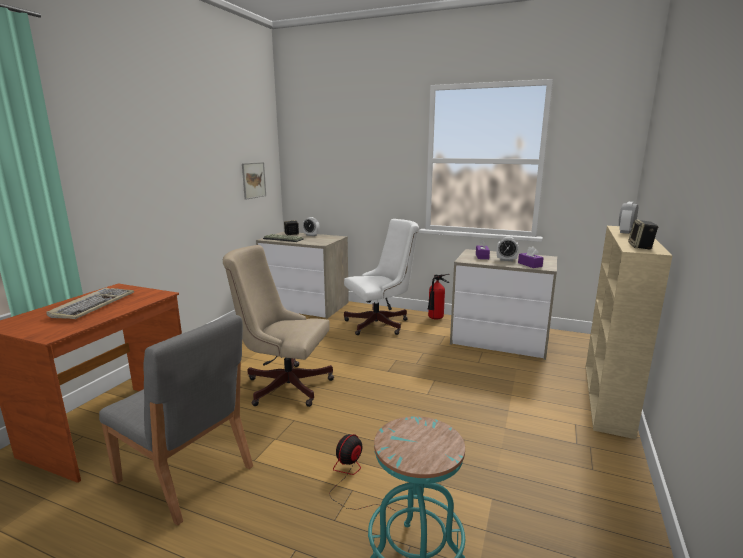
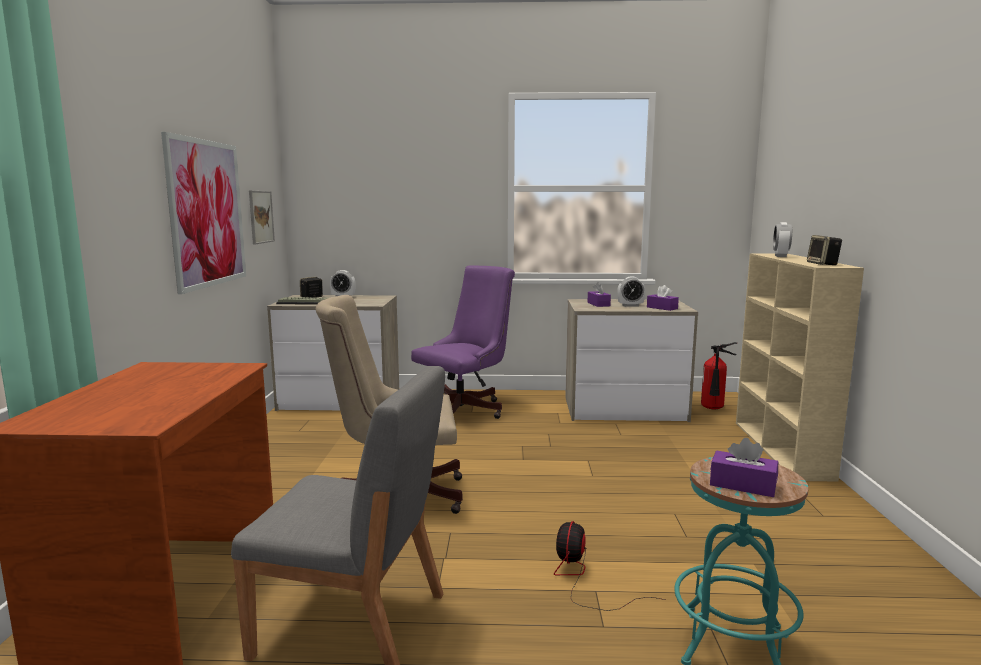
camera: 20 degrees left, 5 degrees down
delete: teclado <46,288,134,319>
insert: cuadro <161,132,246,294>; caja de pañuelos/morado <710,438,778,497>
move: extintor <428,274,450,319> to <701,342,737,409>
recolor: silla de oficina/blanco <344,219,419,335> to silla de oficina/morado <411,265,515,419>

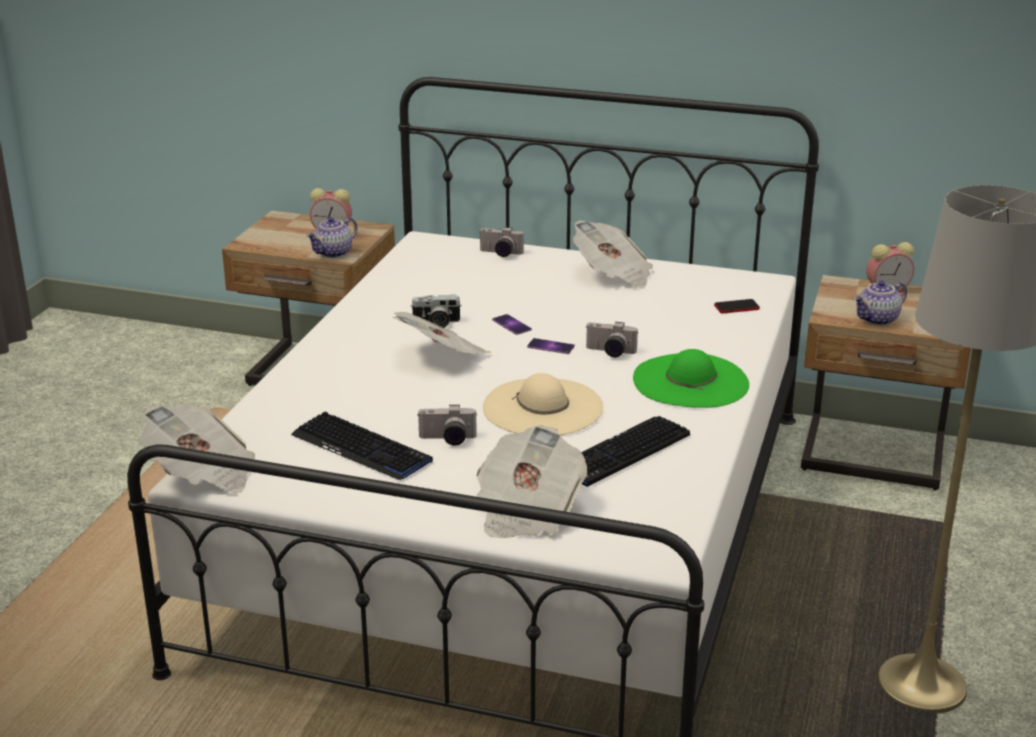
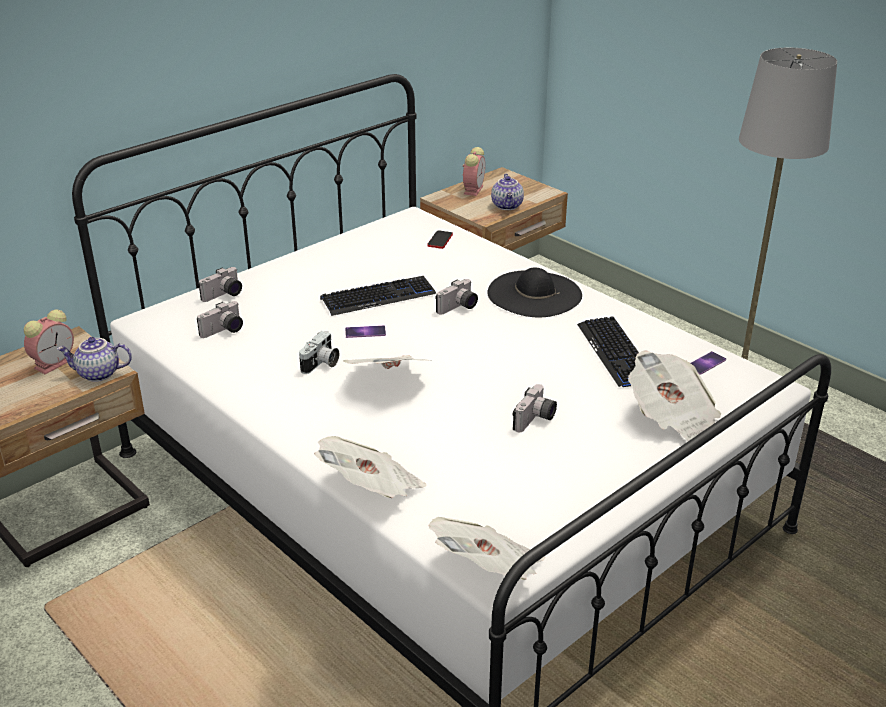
camera: 60 degrees left, 5 degrees up
delete: sombrero/beis <483,373,603,435>
insert: cámara <197,301,243,338>
move: periódico <573,220,653,288> to <314,436,426,498>; móvil <527,338,575,354> to <691,351,726,374>; teclado <291,412,433,480> to <320,276,437,316>
recolor: sombrero/verde <633,349,749,408> to sombrero/negro <487,267,582,317>
rotate: tetera <306,217,357,258> = <57,337,132,382> 105 degrees clockwise

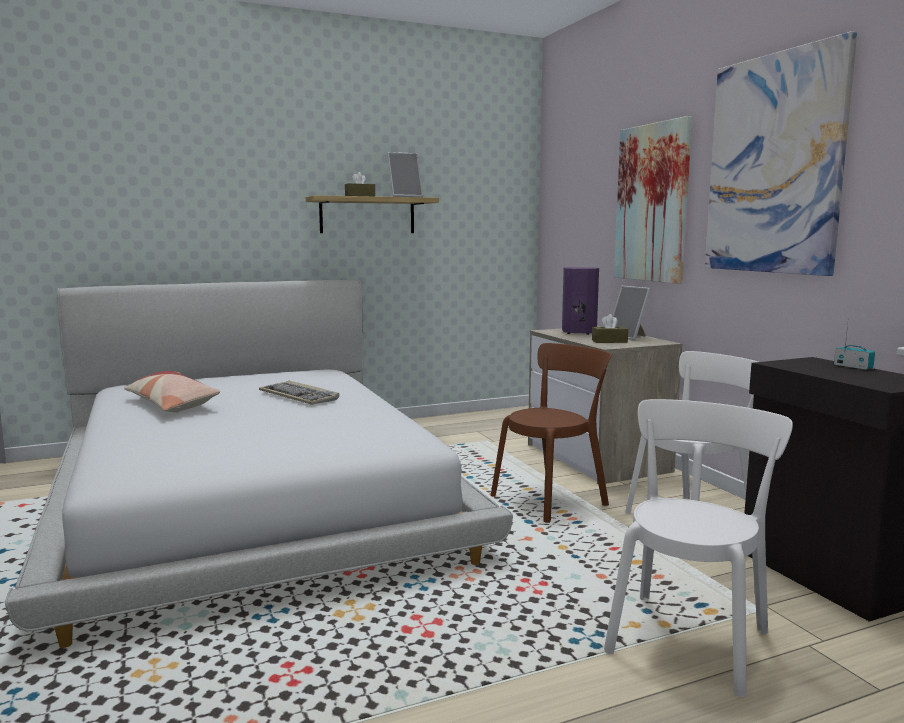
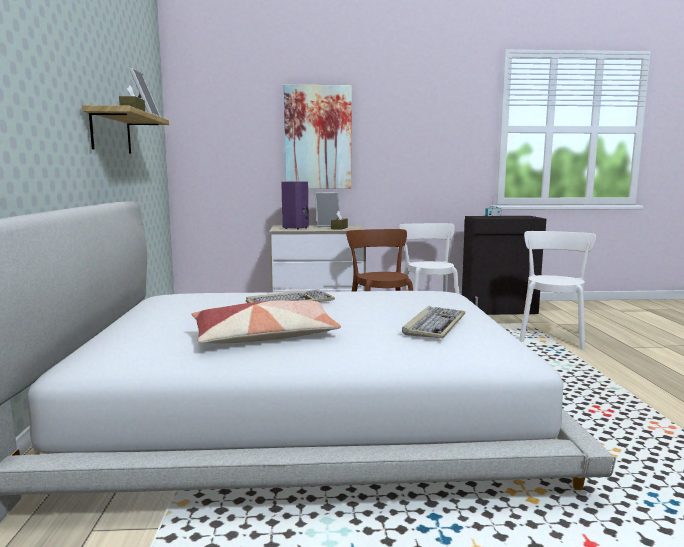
camera: 70 degrees left, 0 degrees up
delete: cuadro <705,31,857,276>
insert: teclado <402,306,465,339>
rotate: silla/blanco <604,399,793,697> = <519,231,596,349> 60 degrees clockwise

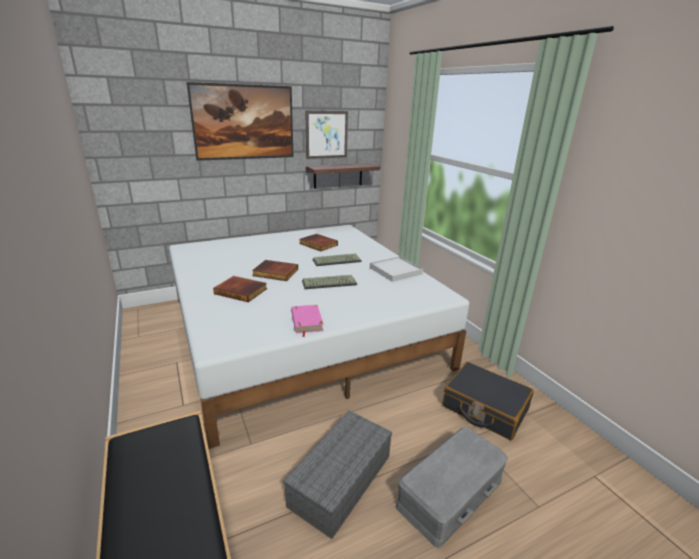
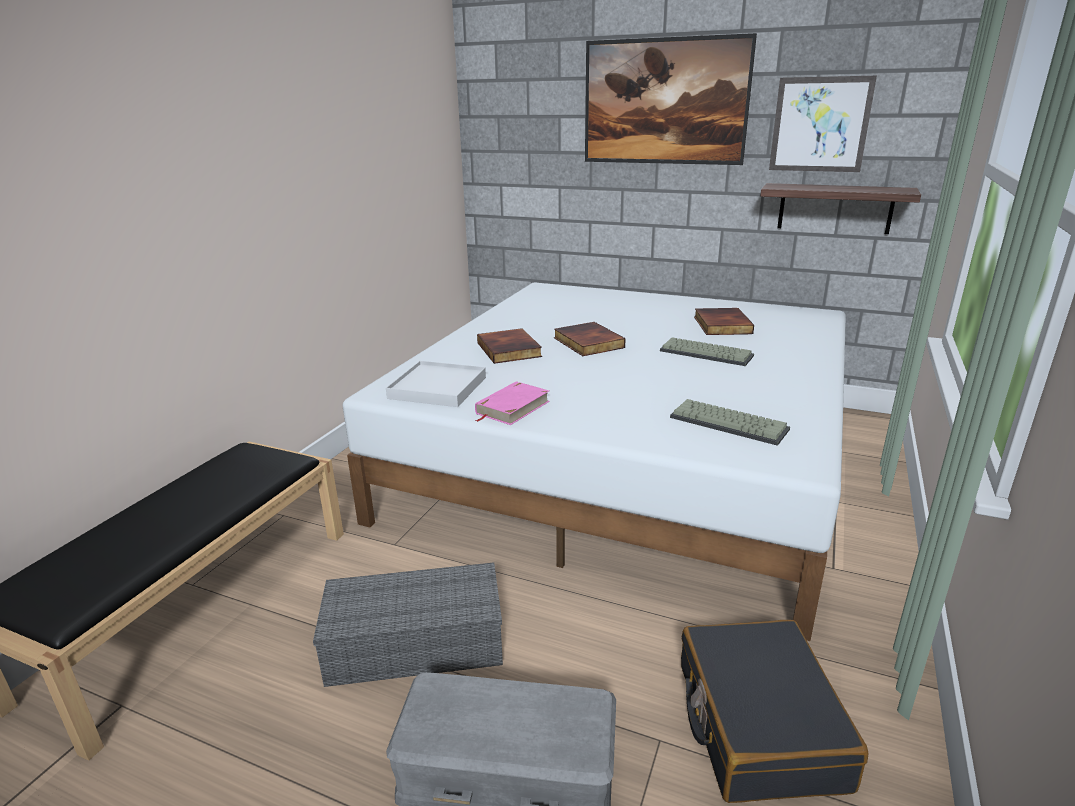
camera: 50 degrees right, 0 degrees up
move: bandeja/blanco <370,256,423,282> to <386,361,486,407>; teclado <302,275,357,289> to <670,399,790,446>

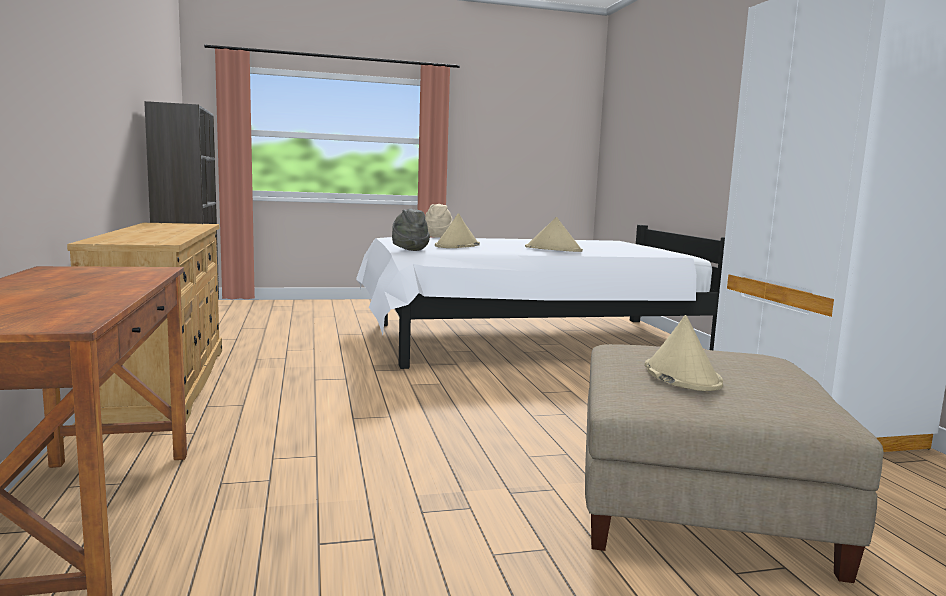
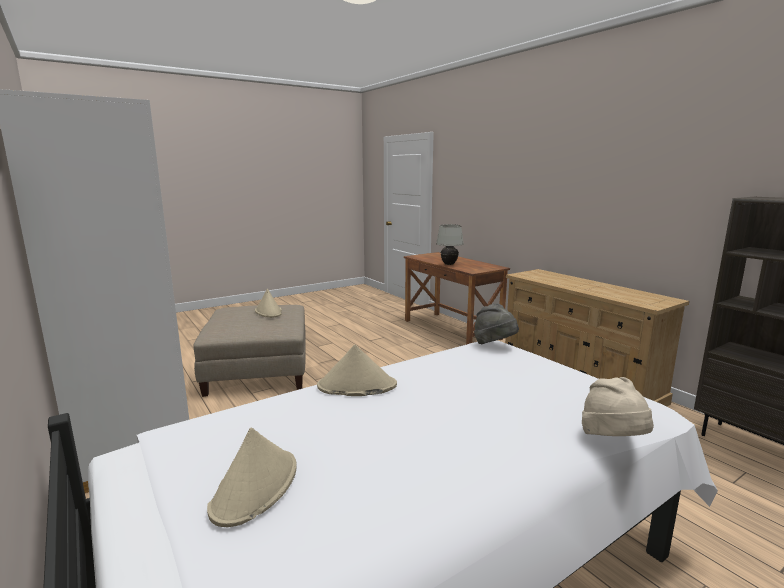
camera: 160 degrees right, 5 degrees up
insert: lámpara de mesa/blanco <436,224,464,265>
move: sombrero/beis <435,213,480,248> to <207,428,297,527>

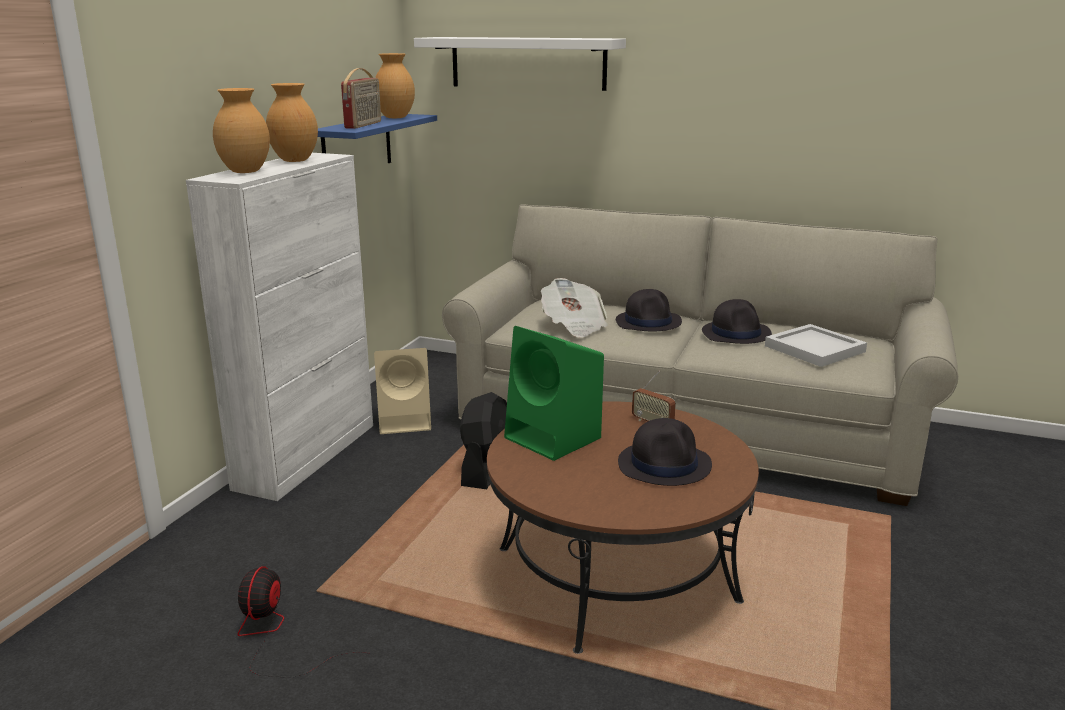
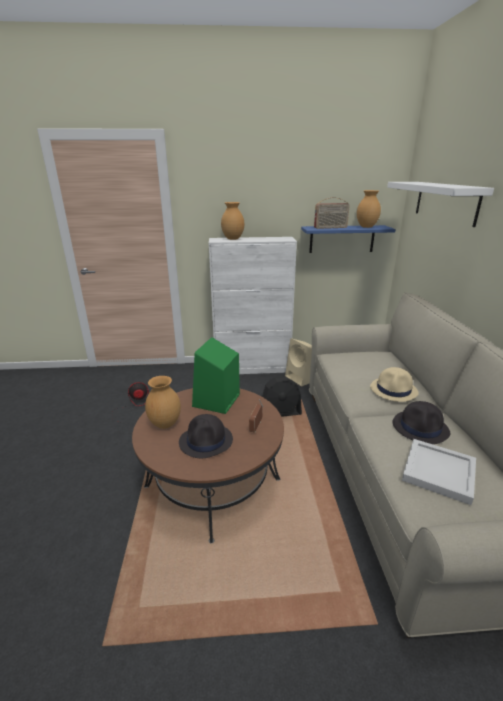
camera: 65 degrees right, 5 degrees up
delete: periódico <541,278,608,338>
move: florero/marrón <266,83,318,162> to <145,376,181,429>
recolor: sombrero/negro <616,289,682,331> to sombrero/beis <370,367,419,402>

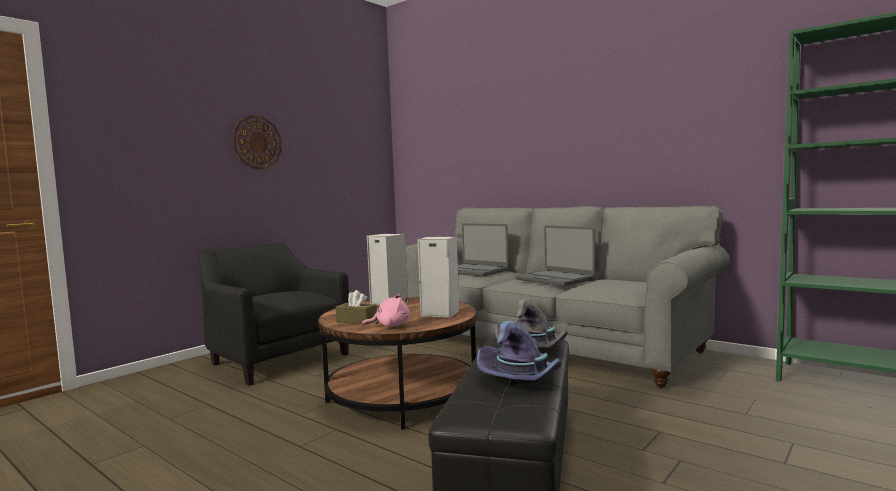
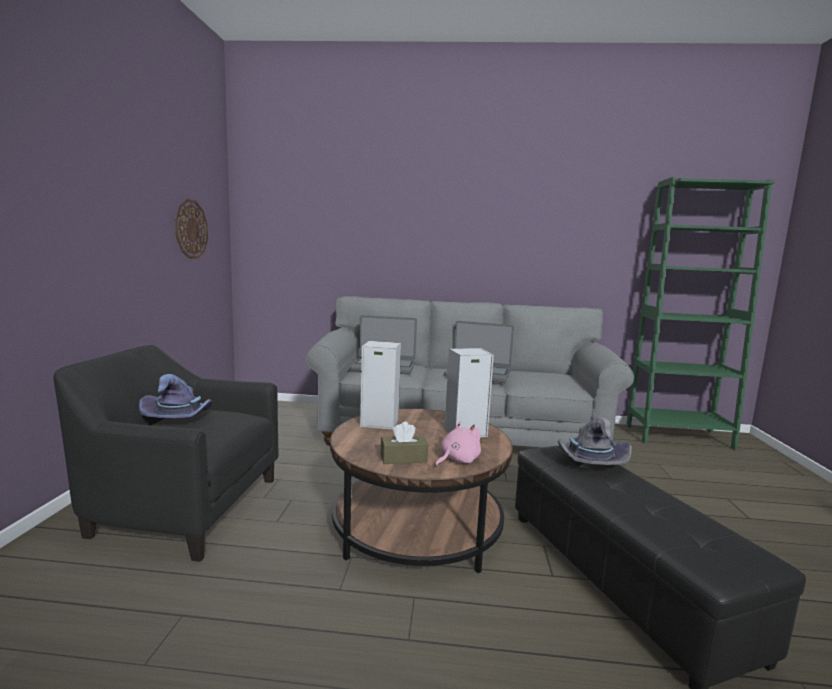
camera: 35 degrees left, 5 degrees up
move: reloj de pared <233,115,282,169> to <175,199,208,259>; sombrero/morado <477,321,562,380> to <139,374,212,418>

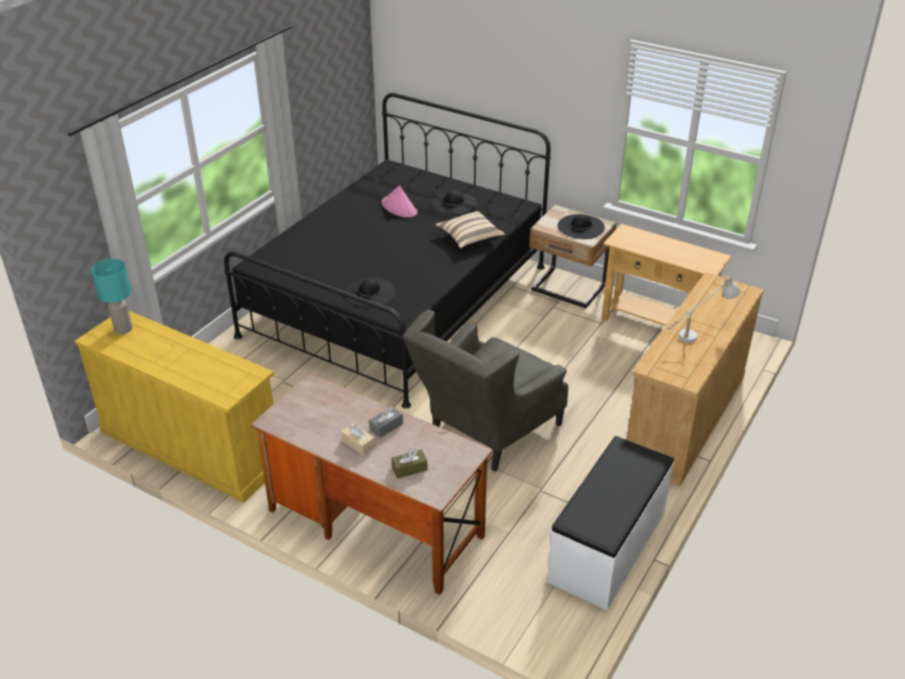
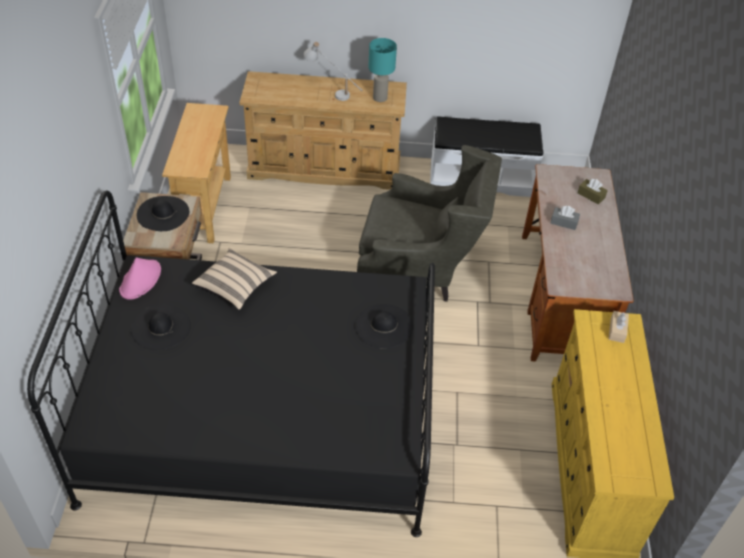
camera: 120 degrees left, 10 degrees up
move: sombrero/rosa <382,185,418,218> to <119,257,161,300>; lámpara de mesa/turquesa <91,259,132,334> to <368,38,397,102>; caja de pañuelos/beis <341,423,375,456> to <609,311,629,343>

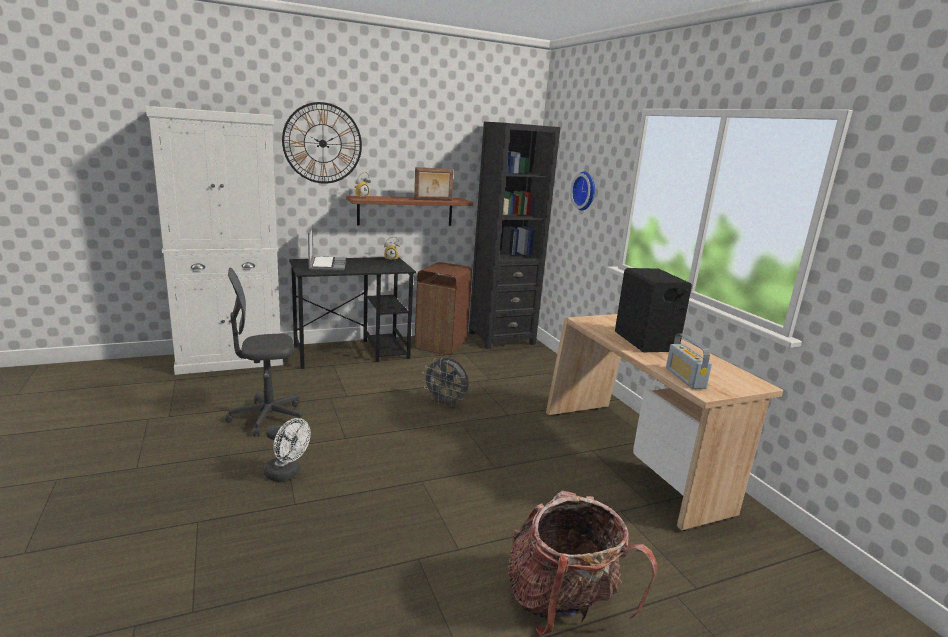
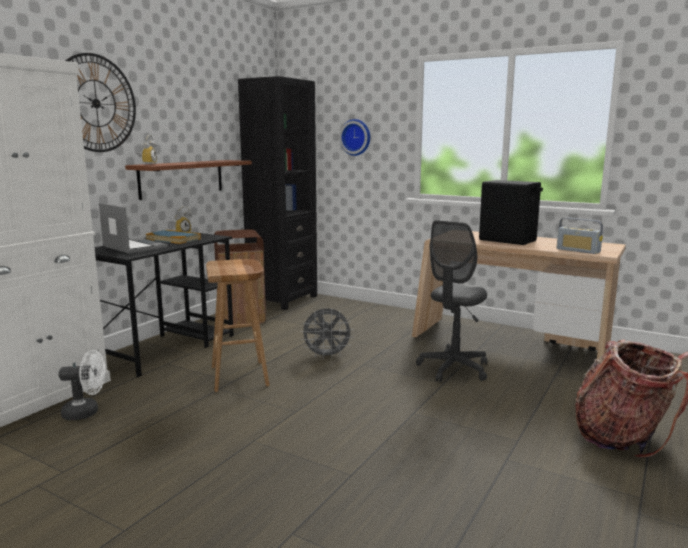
camera: 35 degrees left, 5 degrees down
delete: portarretratos <414,167,454,201>
insert: libro <145,230,201,244>; taburete/marrón <206,259,270,392>
move: silla de oficina/gris <226,267,302,436> to <416,220,487,382>; ventilador/blanco <264,418,311,482> to <59,350,106,420>

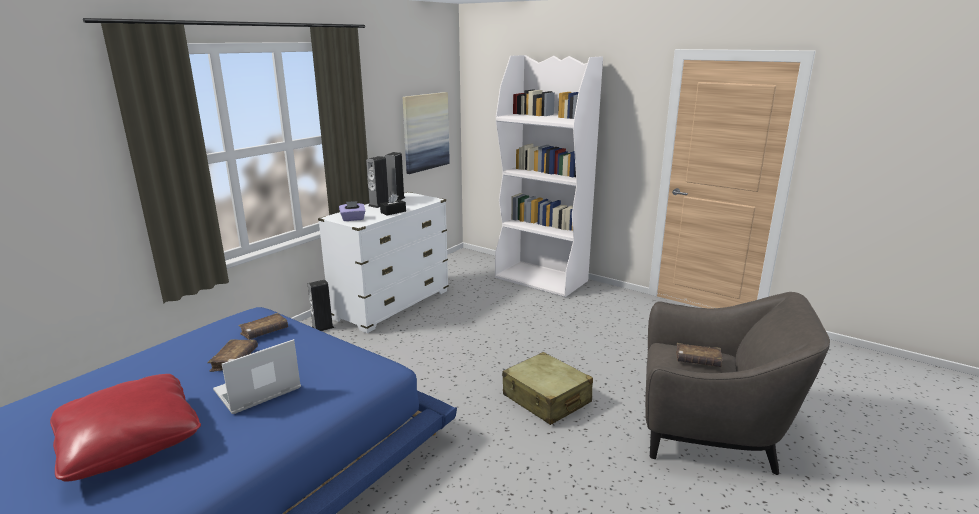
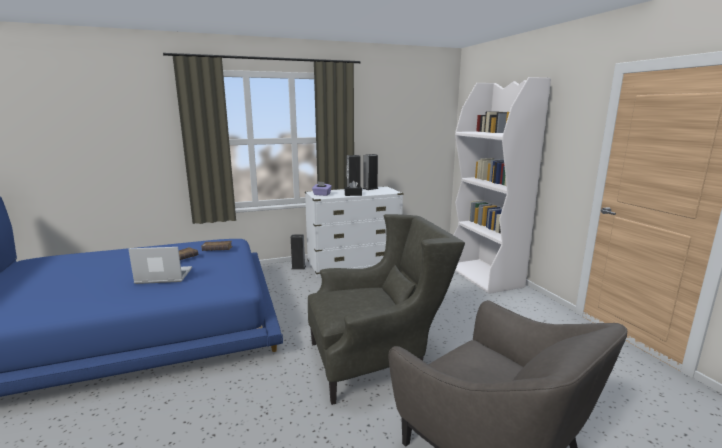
camera: 35 degrees right, 5 degrees down
delete: cuadro <403,92,450,174>; libro/marrón <676,343,723,367>; cojín/rojo <50,374,201,482>
replace: maleta/beis <502,352,593,425> to sillón/gris <308,214,465,405>

